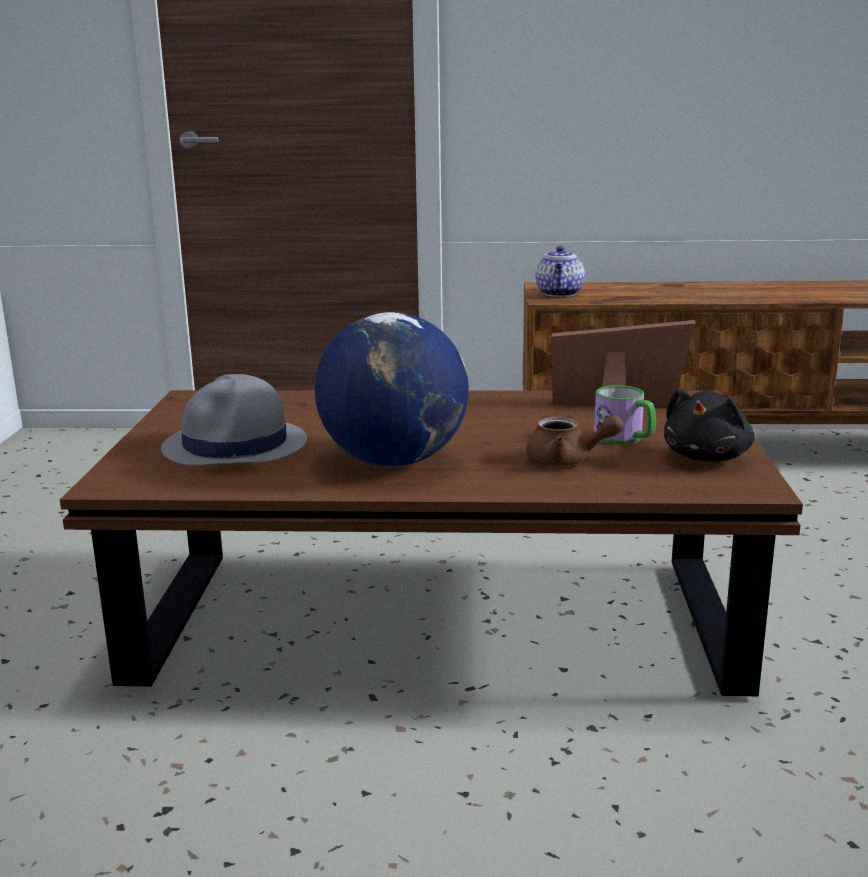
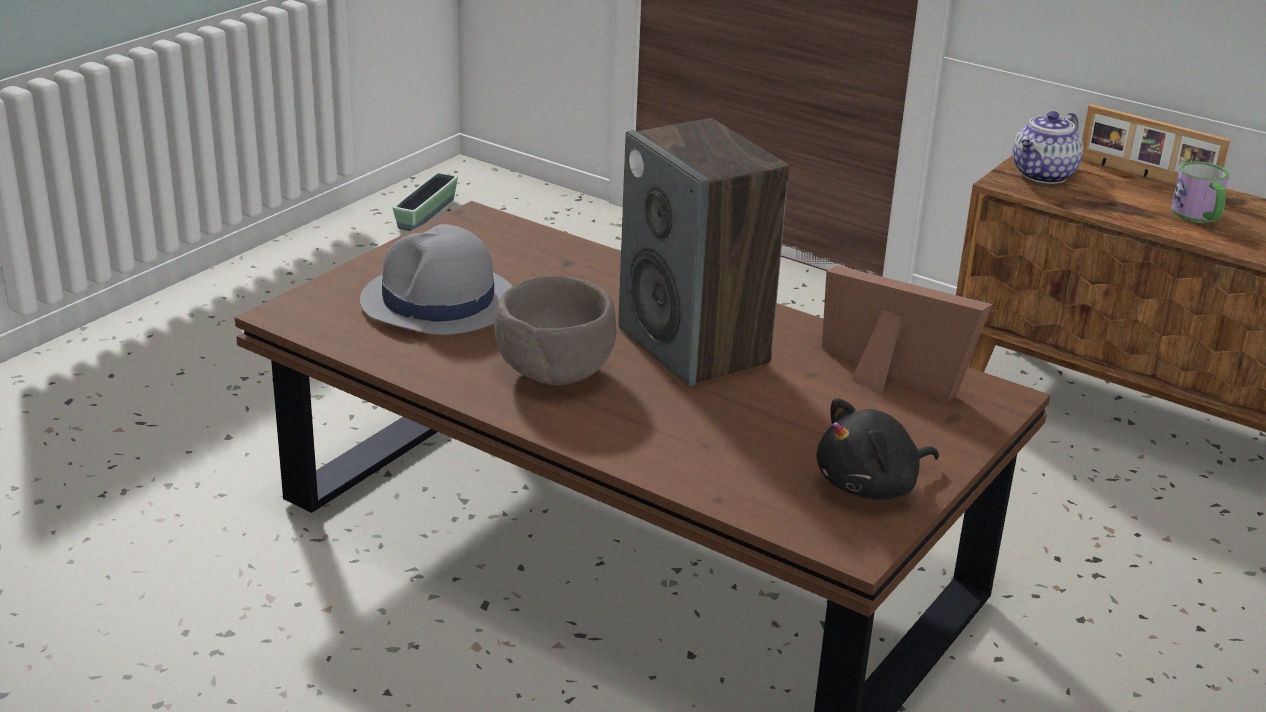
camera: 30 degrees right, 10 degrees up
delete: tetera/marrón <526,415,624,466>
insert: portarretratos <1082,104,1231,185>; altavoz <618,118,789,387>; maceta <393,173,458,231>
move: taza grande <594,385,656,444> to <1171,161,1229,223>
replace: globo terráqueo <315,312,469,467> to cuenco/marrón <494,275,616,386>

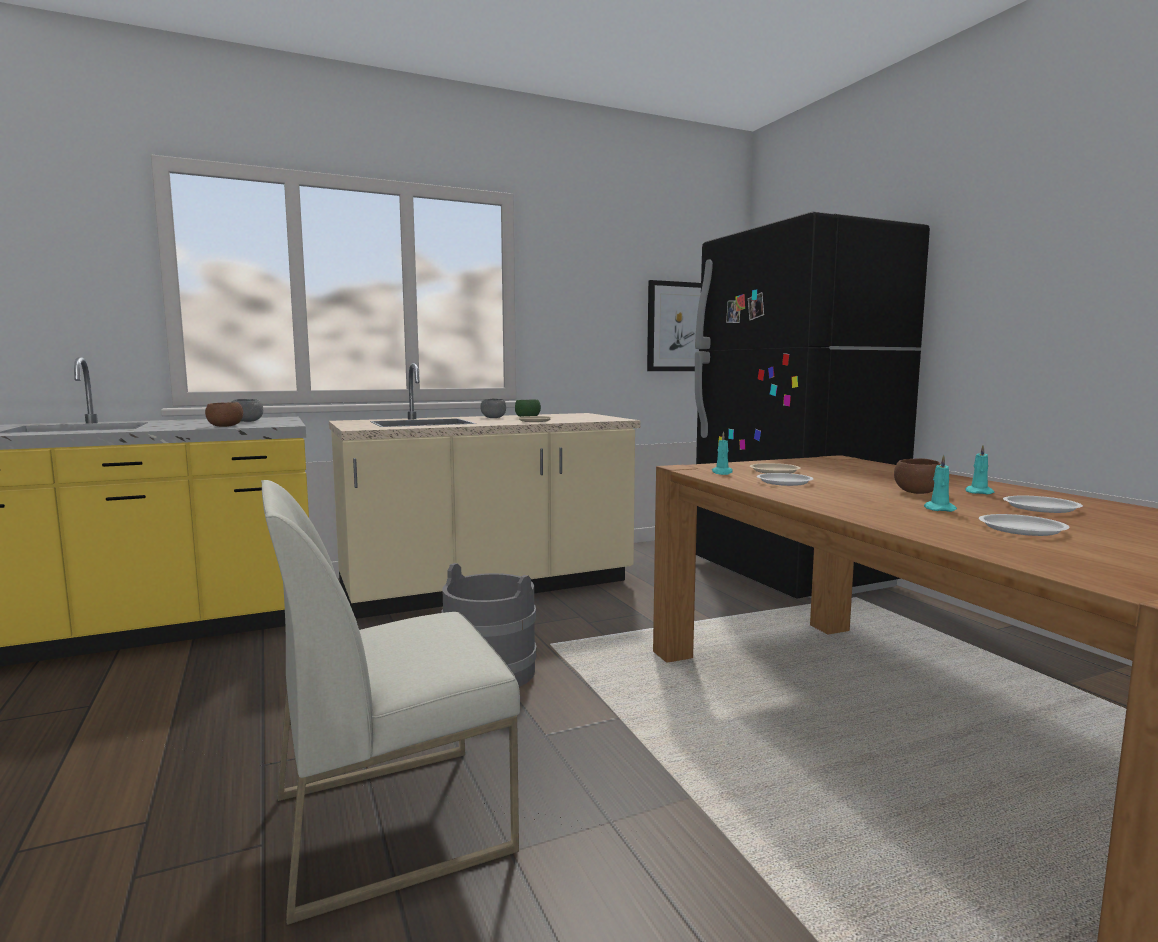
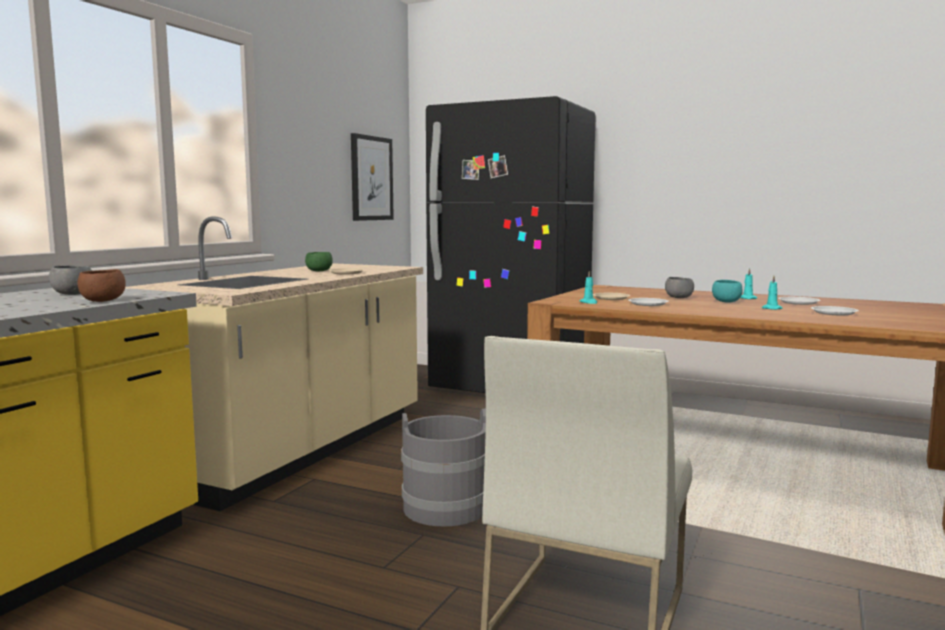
camera: 40 degrees left, 0 degrees up
move: cuenco/gris <480,399,506,418> to <665,277,694,298>
recolor: cuenco/marrón <894,458,941,494> to cuenco/turquesa <712,280,742,303>

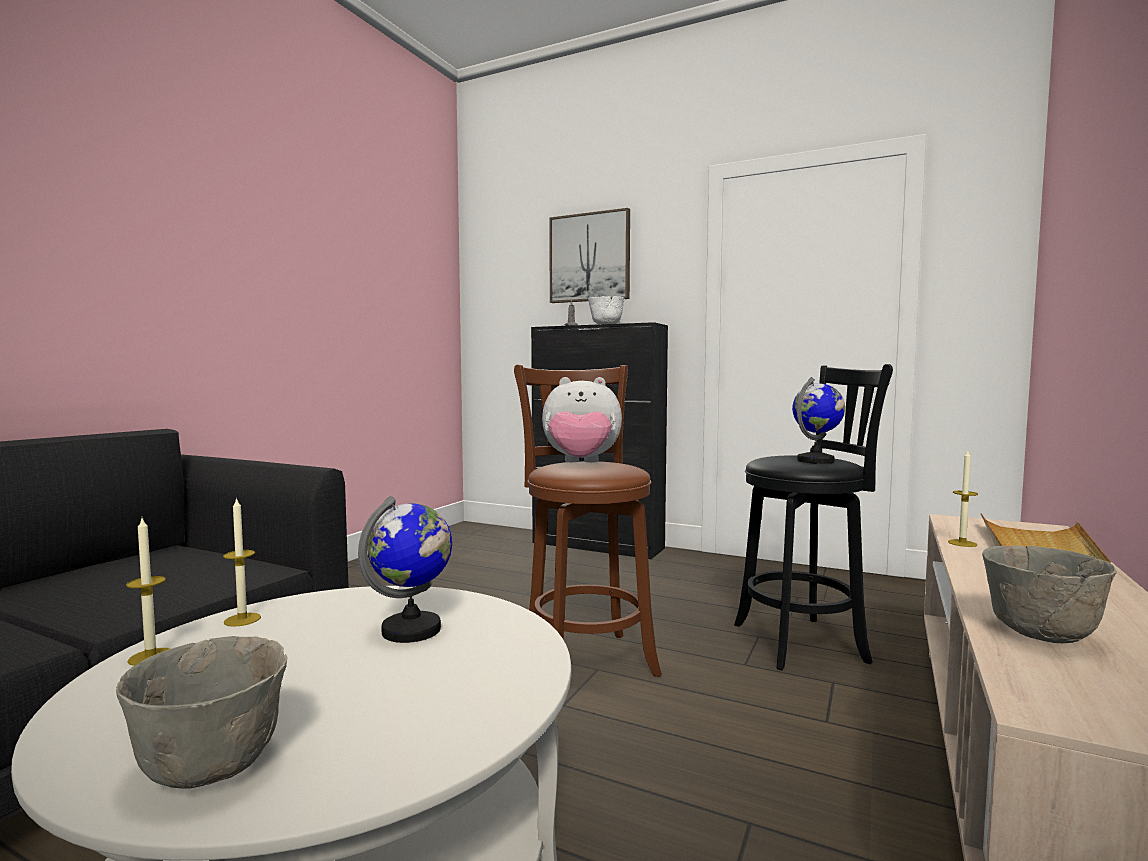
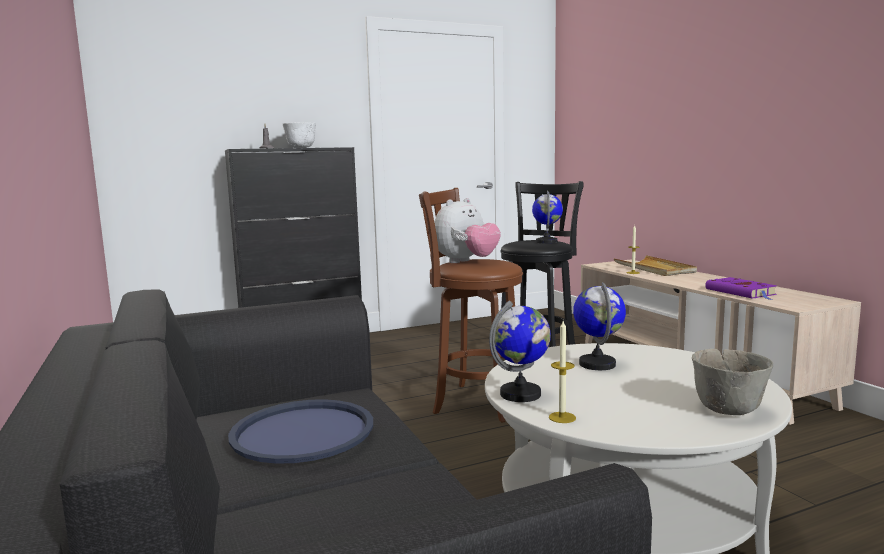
camera: 50 degrees left, 5 degrees up
delete: cuadro <549,208,630,303>
insert: bandeja/azul <228,399,373,464>
replace: vela <223,497,261,627> to globo terráqueo <489,301,551,402>; cuenco/gris <982,545,1117,643> to libro/morado <705,277,777,300>

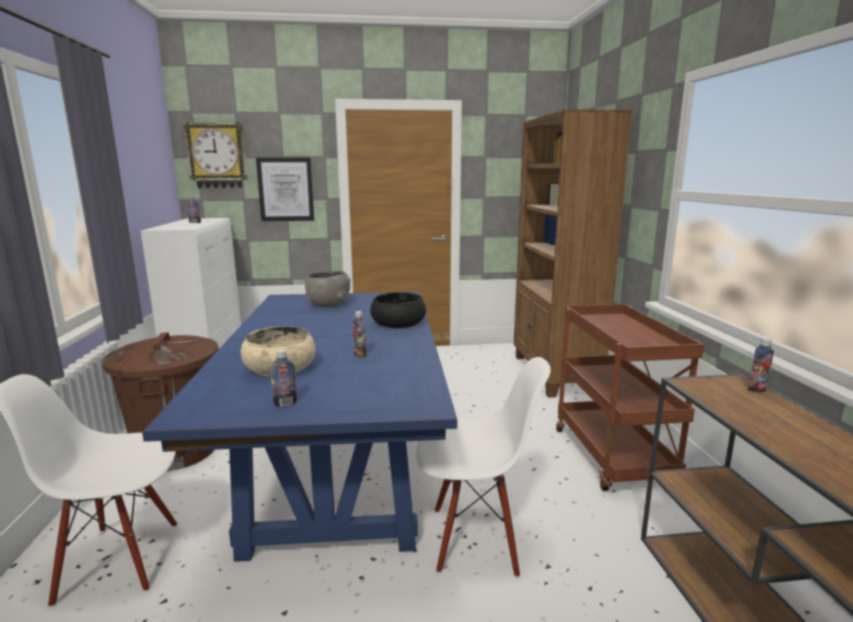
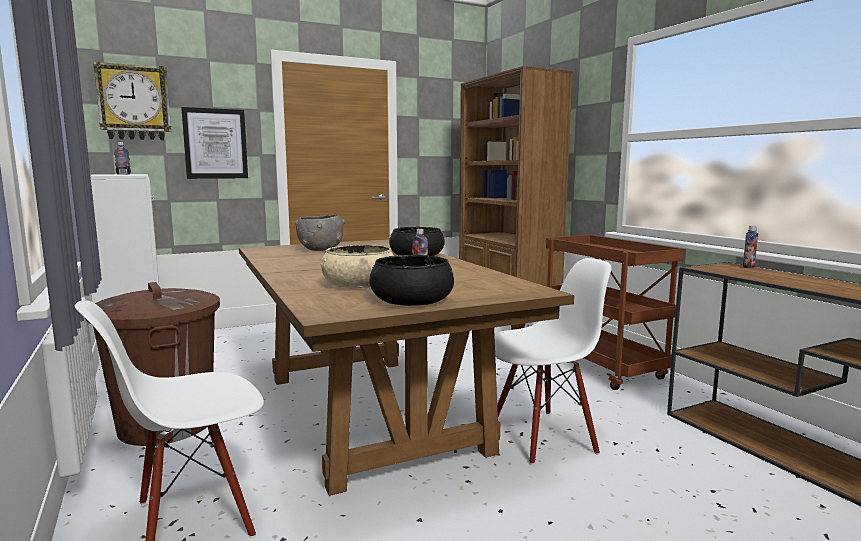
camera: 20 degrees left, 5 degrees down
replace: botella <270,350,297,407> to cuenco/negro <370,255,454,306>
recolor: mesa de comedor/azul <142,292,457,562> to mesa de comedor/marrón <239,239,574,496>

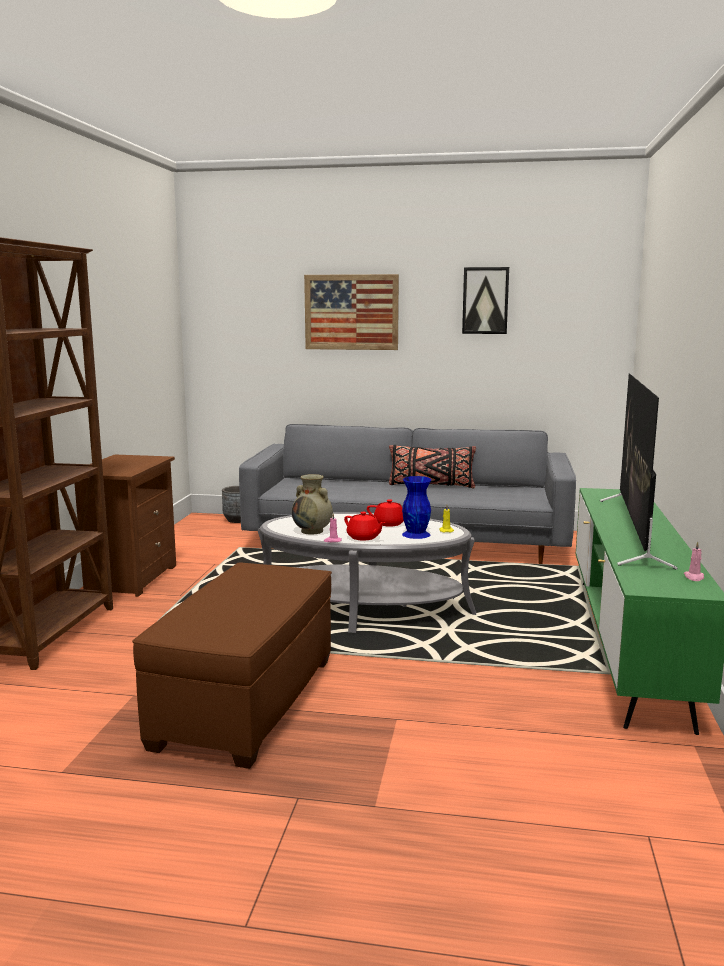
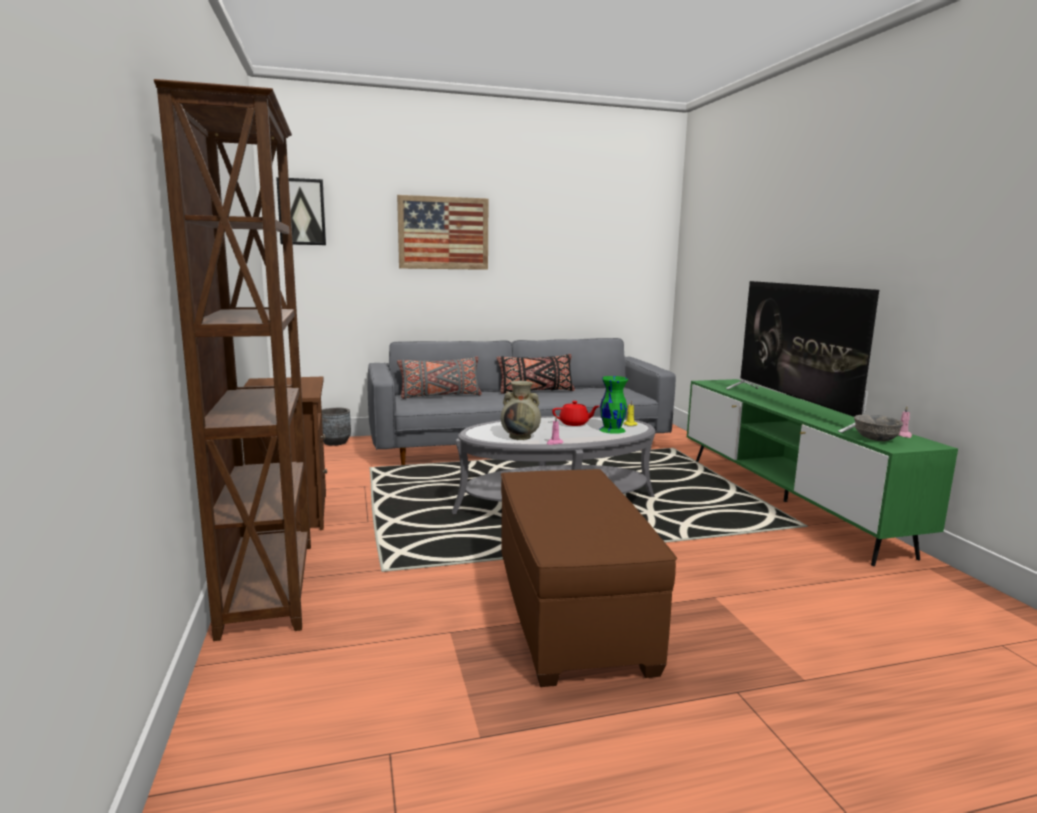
camera: 25 degrees left, 0 degrees up
delete: tetera/rojo <344,512,386,540>
insert: cojín/gris <397,357,482,399>; cuenco/gris <854,415,903,441>
move: cuadro <462,267,509,334> to <276,177,326,245>
recolor: florero/azul <402,476,431,539> to florero/verde <599,376,628,434>

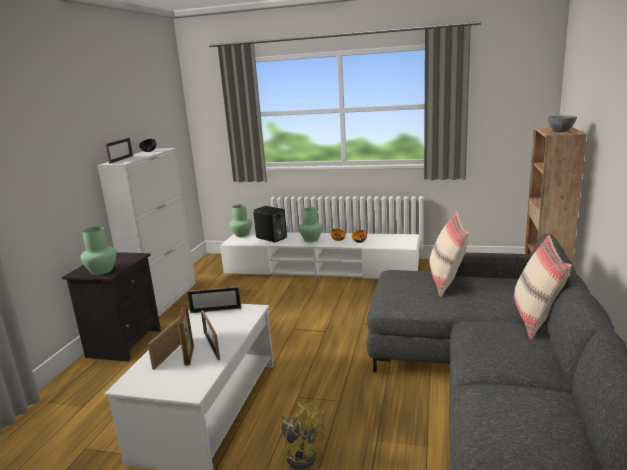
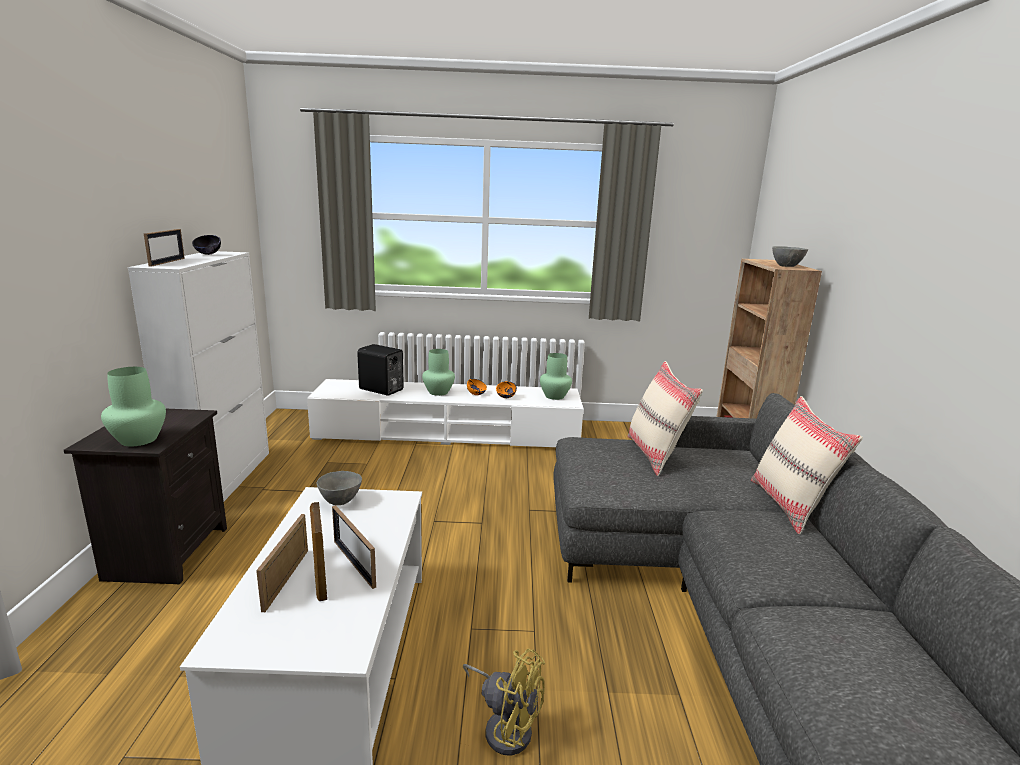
camera: 15 degrees left, 0 degrees up
move: florero/verde <229,205,252,237> to <540,353,572,400>
replace: portarretratos <187,286,241,313> to cuenco/gris <317,471,362,505>

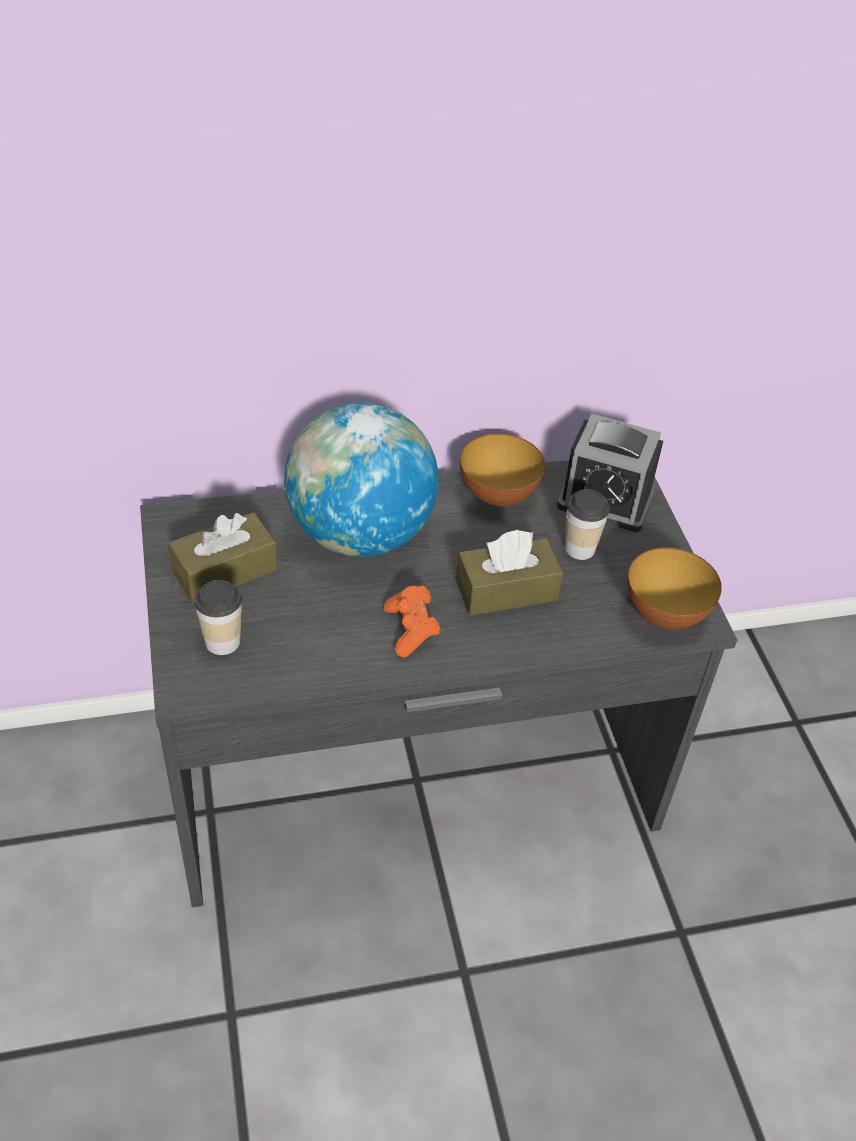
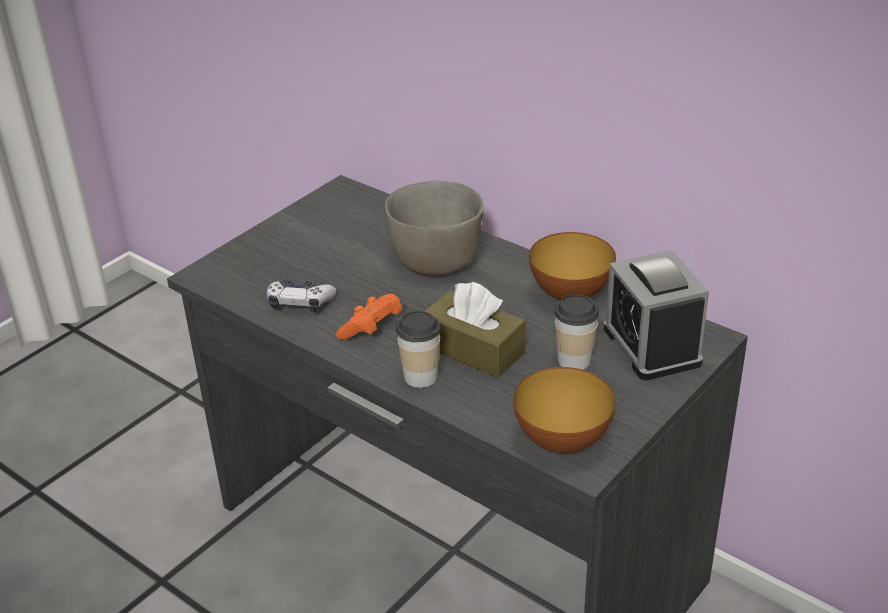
camera: 55 degrees right, 10 degrees down
delete: caja de pañuelos/marrón <168,512,278,603>
insert: mando de consola <267,278,337,312>
move: taza <194,580,242,655> to <396,310,441,388>
replace: globo terráqueo <284,402,439,557> to cuenco/gris <384,181,484,275>

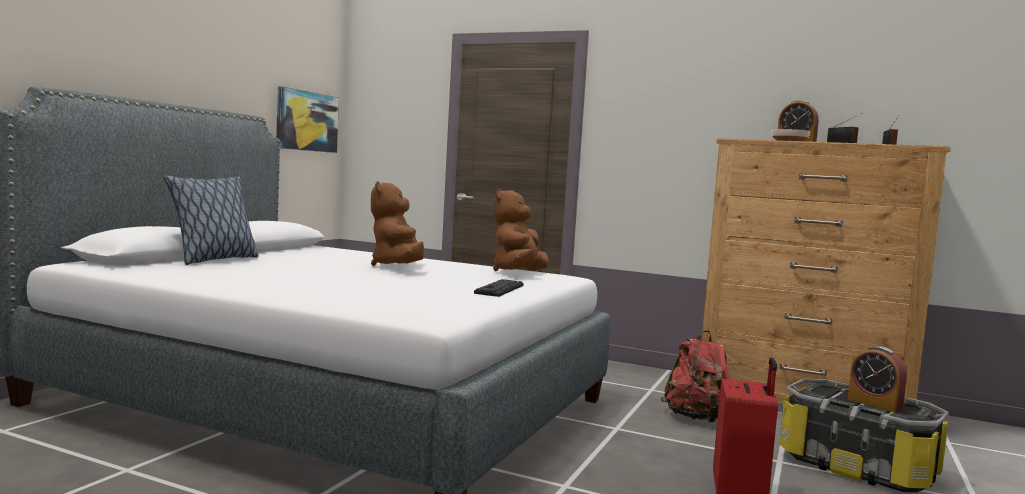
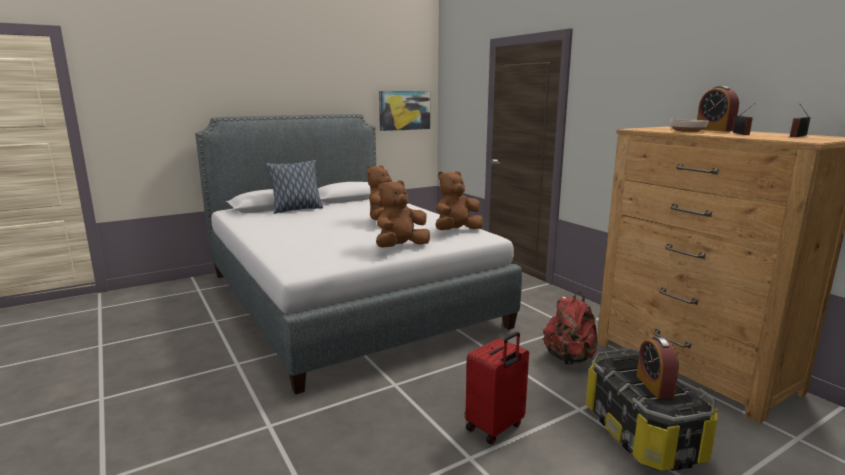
camera: 35 degrees right, 10 degrees up
replace: teclado <474,279,524,297> to peluche/marrón <376,180,430,248>

